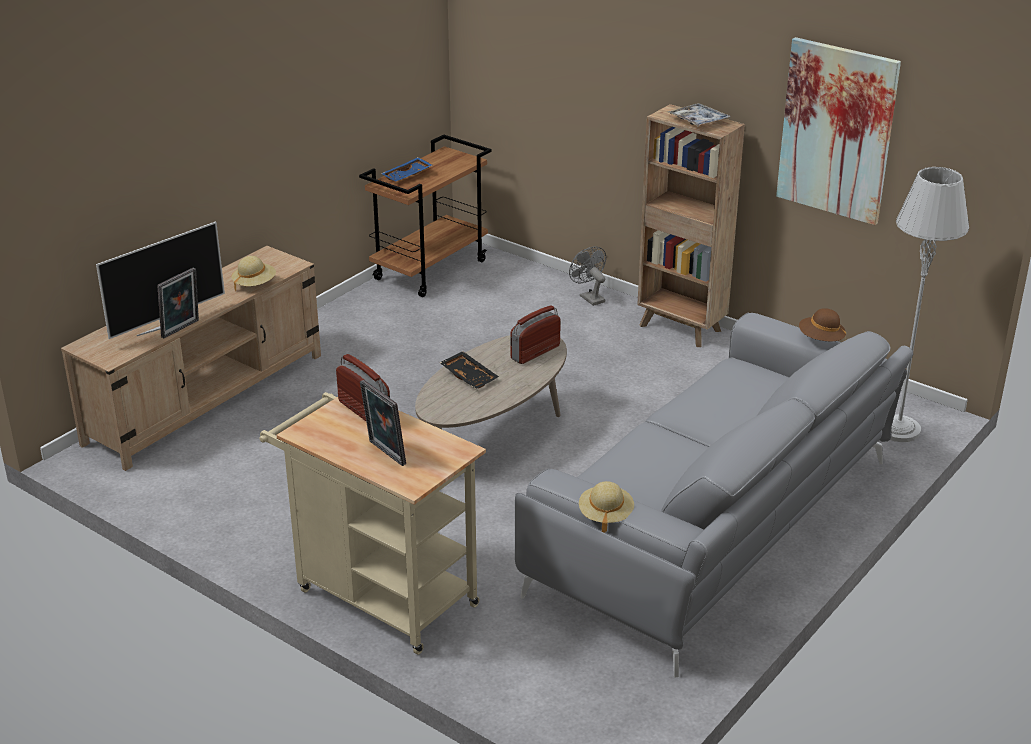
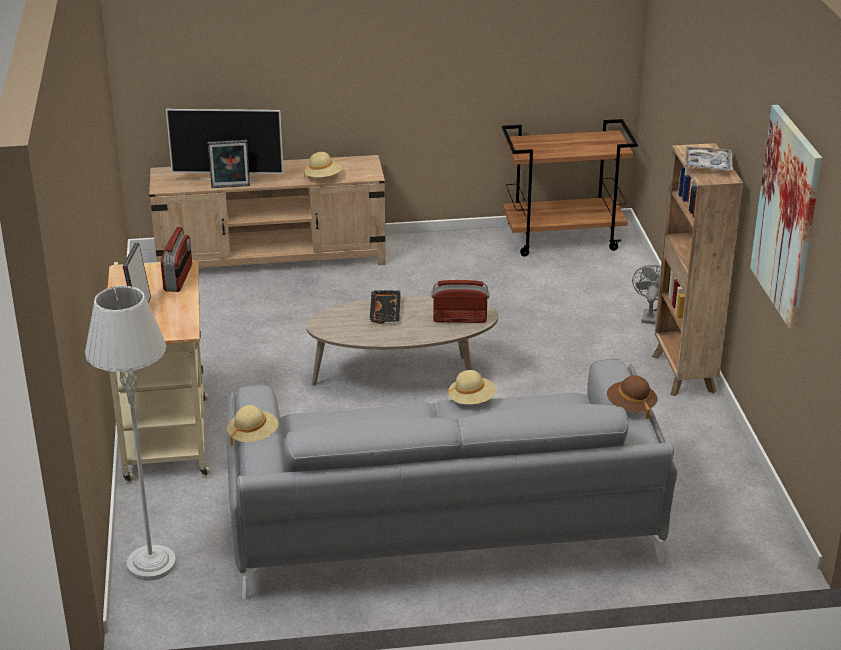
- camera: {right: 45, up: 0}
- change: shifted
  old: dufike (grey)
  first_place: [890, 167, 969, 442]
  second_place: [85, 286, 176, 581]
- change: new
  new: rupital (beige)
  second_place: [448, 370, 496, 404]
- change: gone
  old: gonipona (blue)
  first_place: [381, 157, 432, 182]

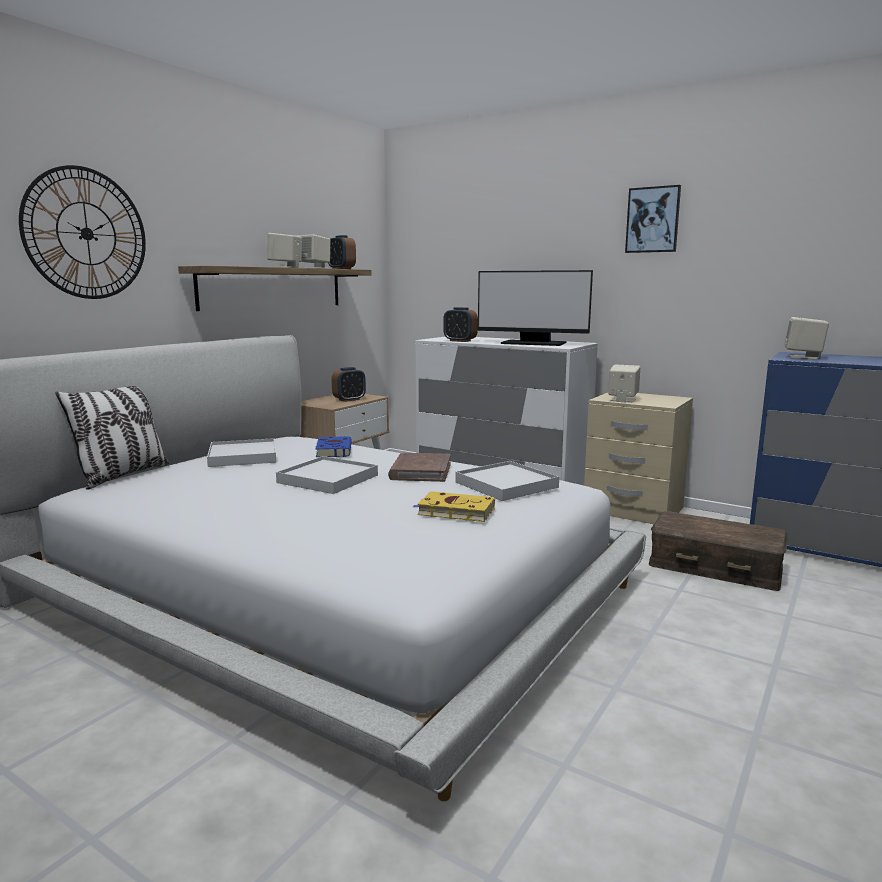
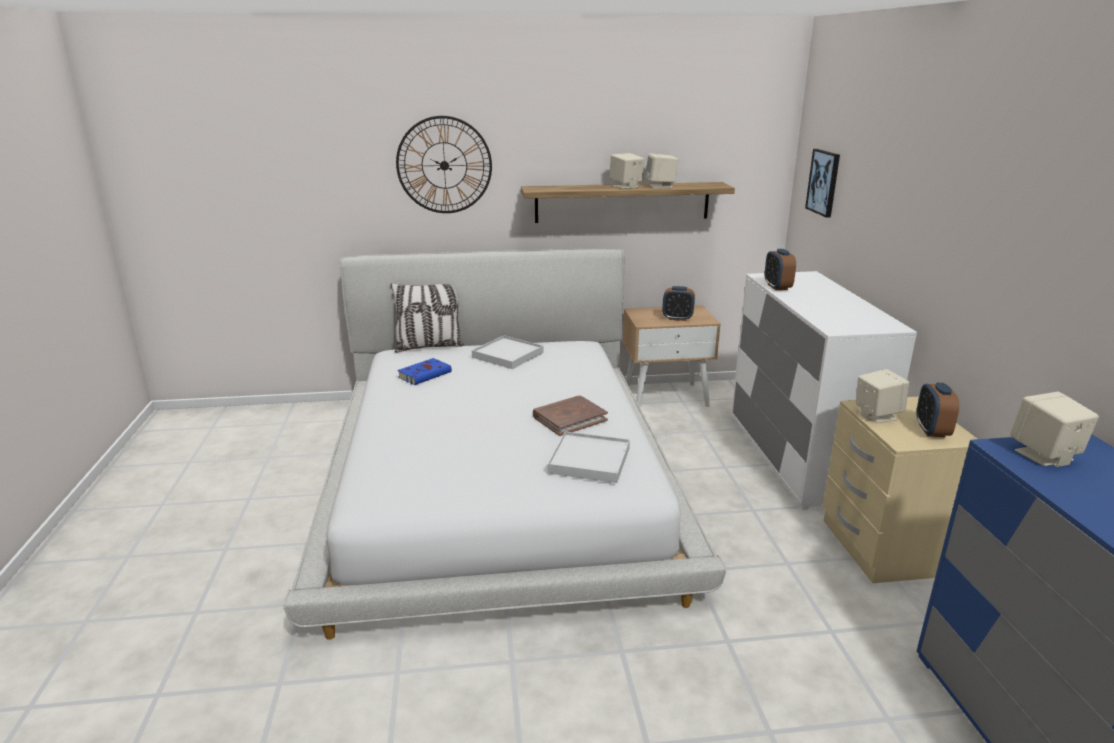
- camera: {right: 50, up: 10}
- change: shifted
  old: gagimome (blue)
  first_place: [315, 436, 352, 457]
  second_place: [397, 358, 452, 385]
- change: shifted
  old: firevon
  first_place: [625, 185, 681, 253]
  second_place: [805, 149, 840, 218]
- change: shifted
  old: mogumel
  first_place: [328, 235, 356, 269]
  second_place: [916, 382, 960, 437]
- change: gone
  old: gonipona (white)
  first_place: [276, 456, 378, 494]
- change: gone
  old: gagimome (yellow)
  first_place: [413, 491, 495, 522]
- change: gone
  old: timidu
  first_place: [478, 270, 593, 346]
- change: gone
  old: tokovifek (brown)
  first_place: [649, 511, 788, 591]

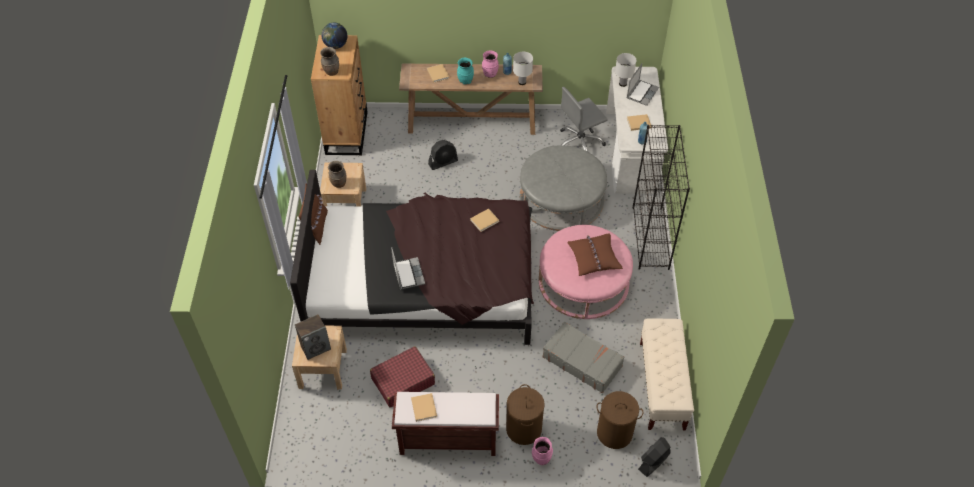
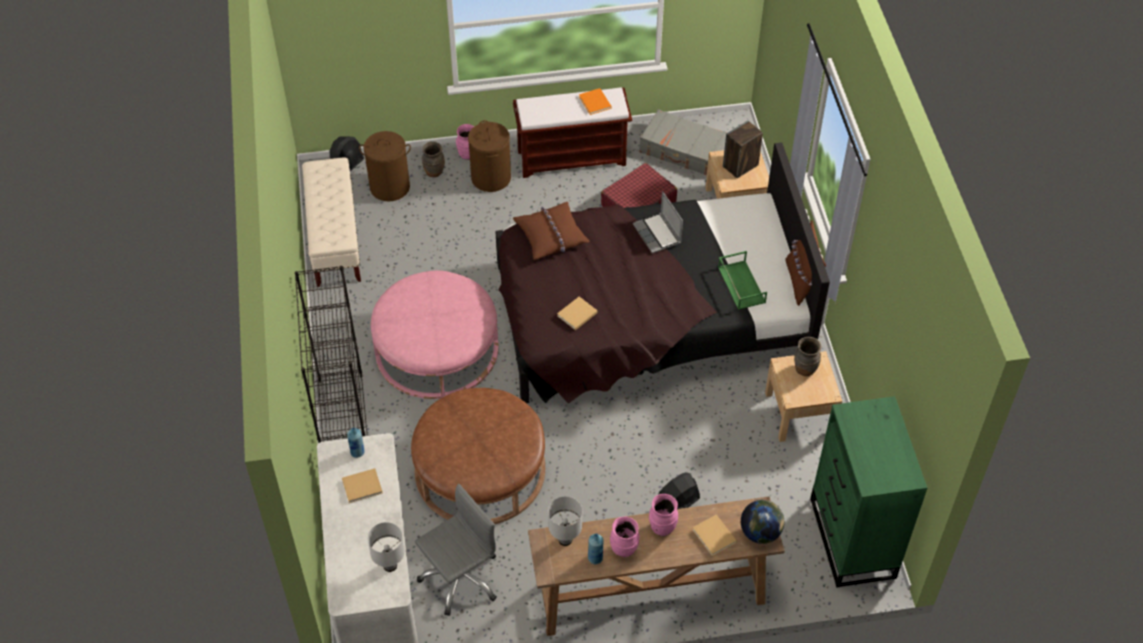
- camera: {right: 170, up: 0}
- change: repainted
  old: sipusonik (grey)
  new: sipusonik (brown)
  first_place: [520, 146, 607, 231]
  second_place: [411, 388, 545, 524]
- change: shifted
  old: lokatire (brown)
  first_place: [320, 47, 339, 76]
  second_place: [422, 141, 445, 177]
- change: shifted
  old: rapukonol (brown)
  first_place: [567, 234, 623, 276]
  second_place: [513, 202, 590, 260]
- change: repainted
  old: gagimome (beige)
  new: gagimome (orange)
  first_place: [411, 393, 437, 422]
  second_place: [579, 88, 611, 115]
- change: shifted
  old: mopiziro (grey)
  first_place: [543, 322, 624, 394]
  second_place: [639, 109, 727, 175]
- change: repainted
  old: lokatire (turquoise)
  new: lokatire (pink)
  first_place: [457, 58, 474, 85]
  second_place: [649, 494, 678, 536]
- change: new
  new: gonipona (green)
  second_place: [718, 251, 767, 310]
- change: shifted
  old: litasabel
  first_place: [321, 23, 347, 49]
  second_place: [741, 500, 784, 544]
- change: repainted
  old: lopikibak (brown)
  new: lopikibak (green)
  first_place: [311, 35, 368, 155]
  second_place: [810, 396, 927, 588]
- change: gone
  old: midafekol
  first_place: [627, 64, 659, 106]

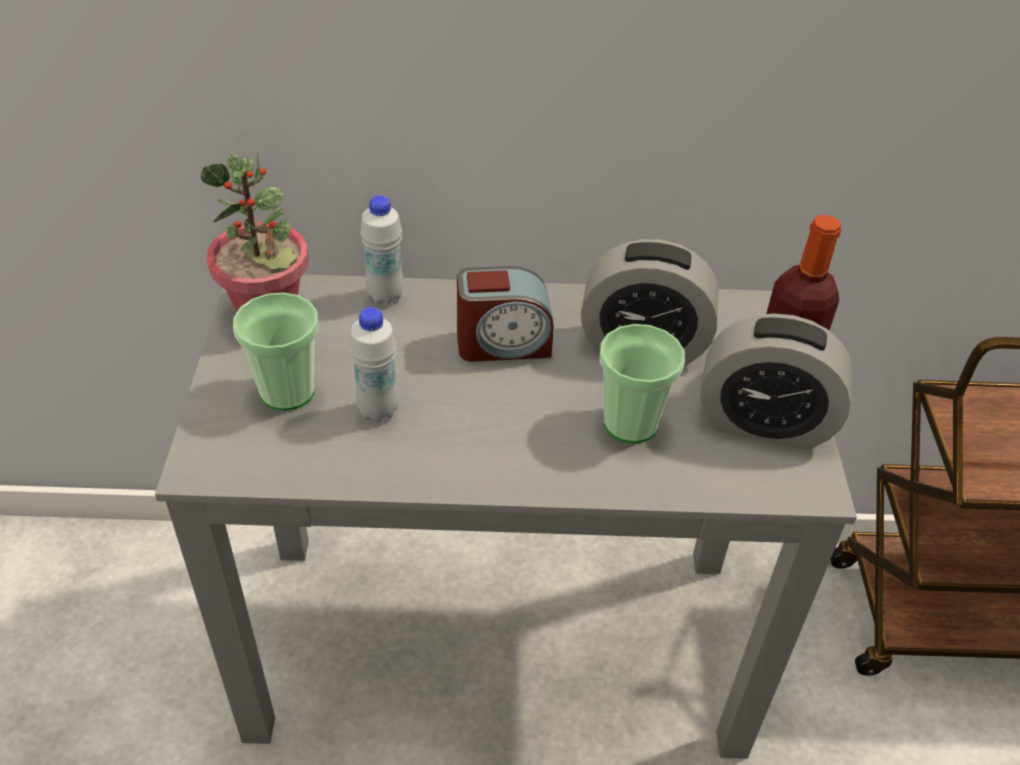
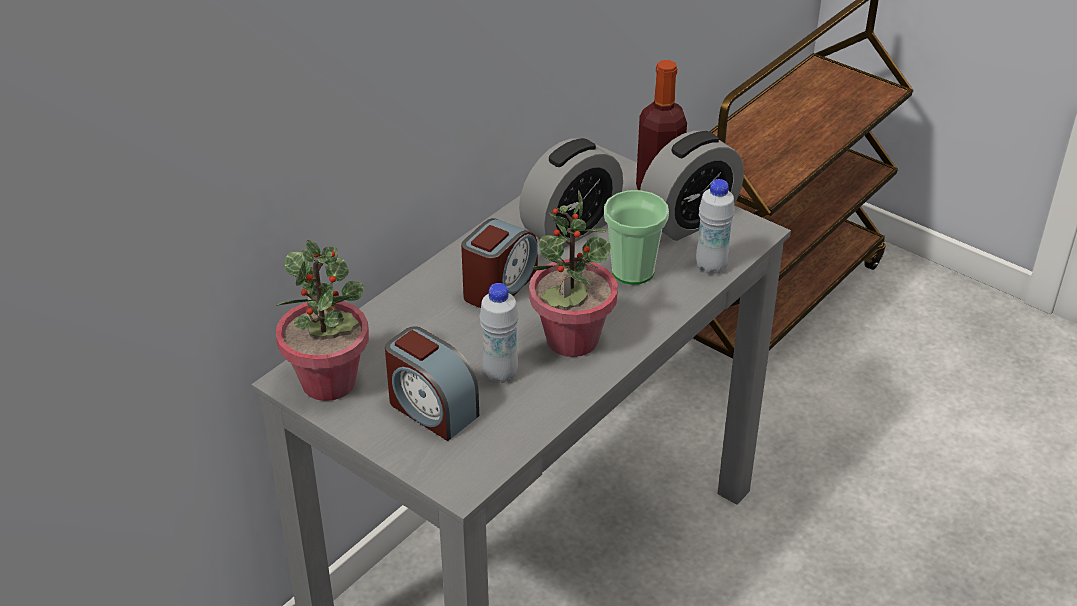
- camera: {right: -50, up: -5}
- change: swapped
  old: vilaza
  new: mogumel
  first_place: [233, 292, 318, 411]
  second_place: [385, 326, 479, 441]
- change: new
  new: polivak
  second_place: [529, 190, 618, 357]
- change: shifted
  old: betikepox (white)
  first_place: [360, 195, 403, 304]
  second_place: [696, 179, 735, 274]

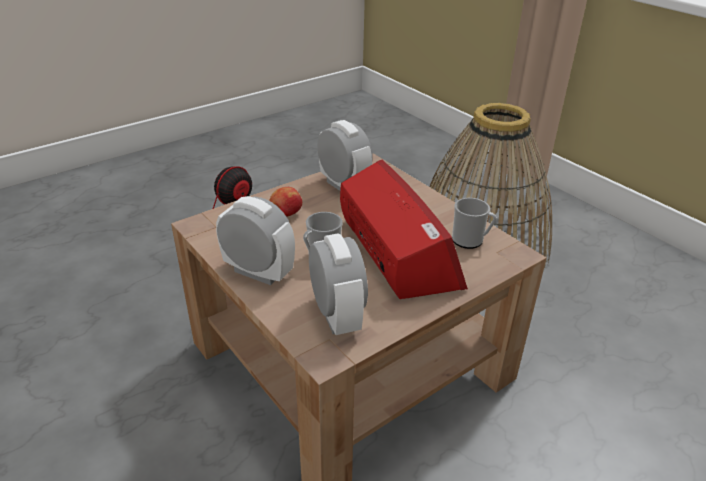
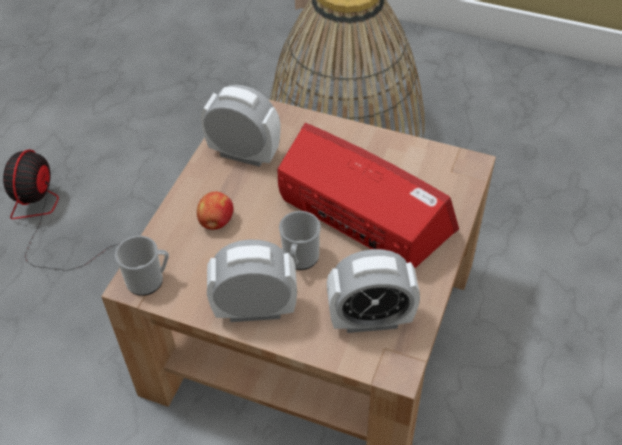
- camera: {right: -30, up: 15}
- change: shifted
  old: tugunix
  first_place: [452, 198, 497, 249]
  second_place: [115, 236, 169, 296]
- change: rotated
  old: mogumel
  first_place: [309, 233, 368, 335]
  second_place: [327, 249, 420, 333]
  degrees: 135

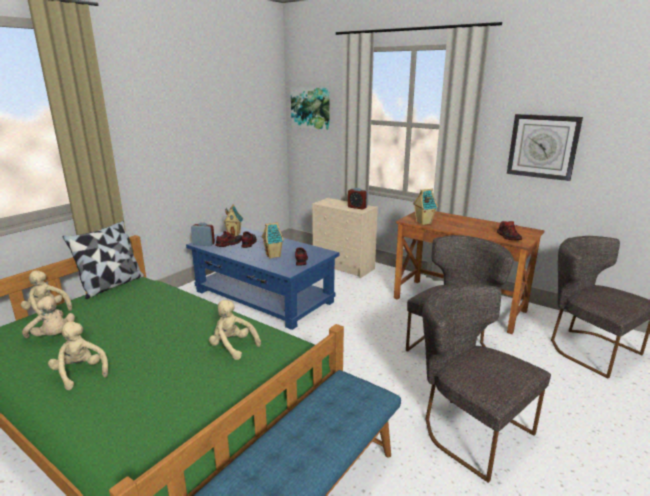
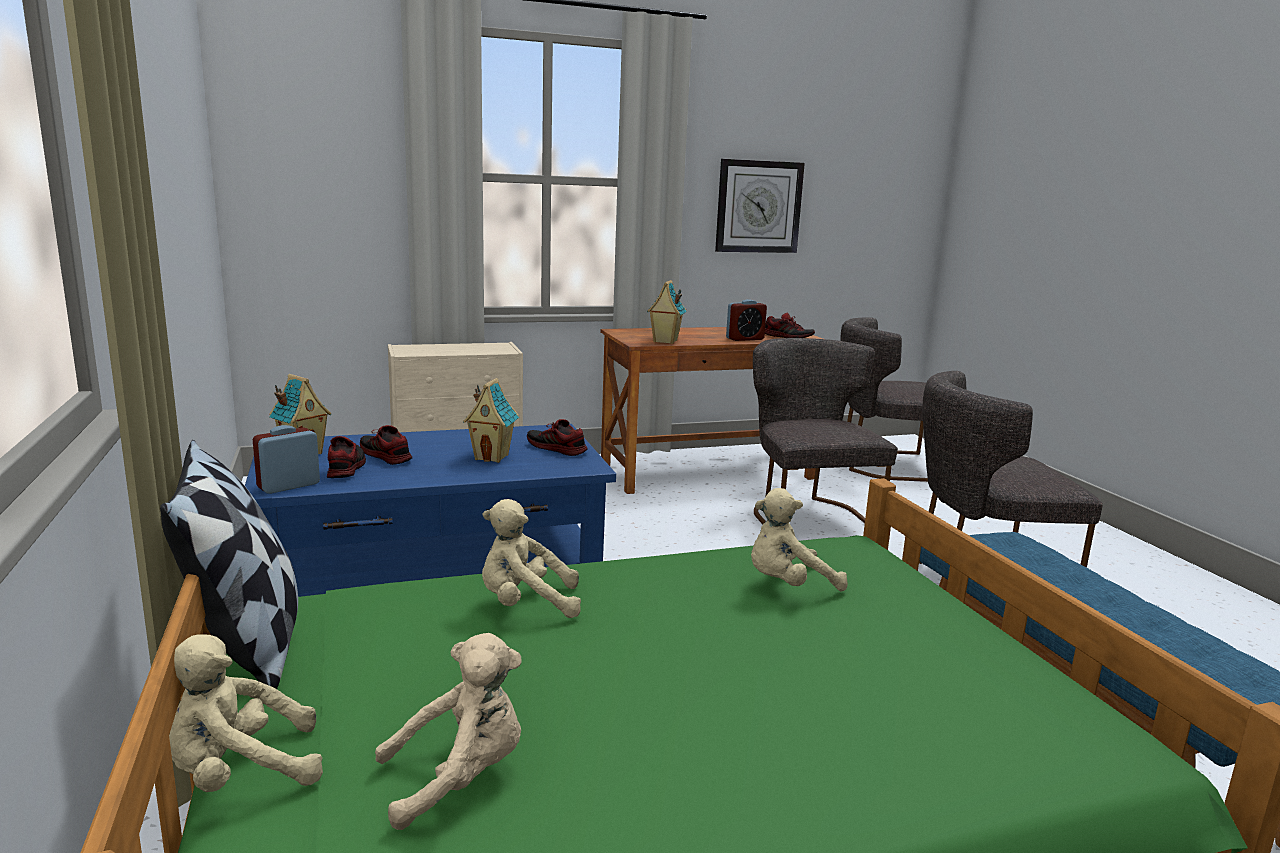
- camera: {right: -55, up: -5}
- change: shifted
  old: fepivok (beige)
  first_place: [48, 321, 108, 390]
  second_place: [482, 499, 581, 618]
- change: shifted
  old: mogumel
  first_place: [348, 188, 368, 210]
  second_place: [726, 299, 767, 341]
- change: gone
  old: firevon
  first_place: [291, 87, 330, 130]

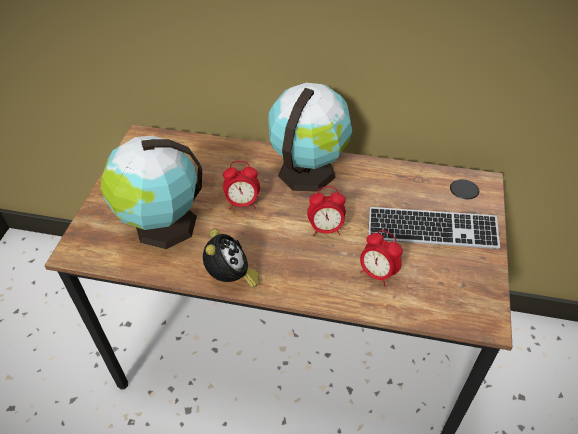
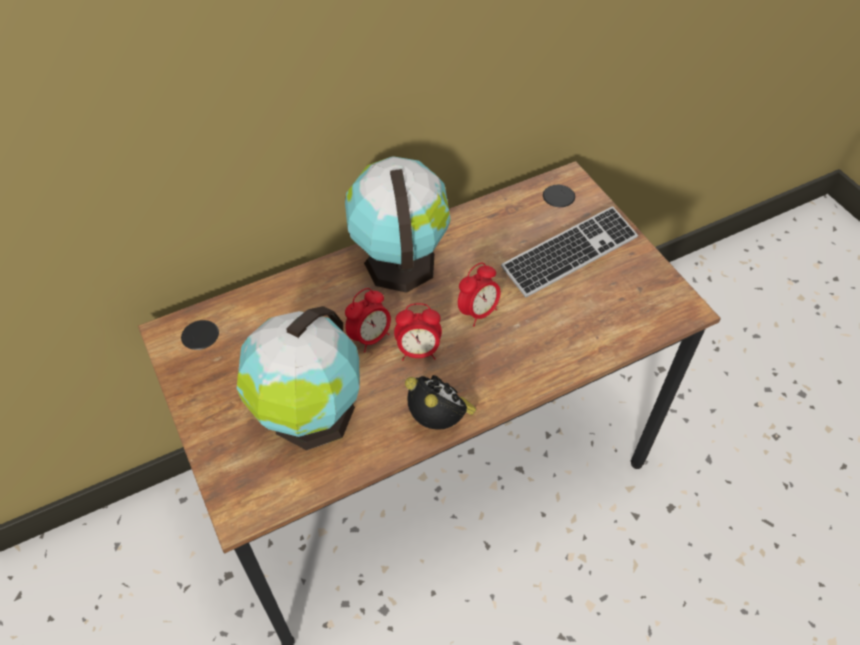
- camera: {right: -40, up: 5}
- change: shifted
  old: mogumel
  first_place: [360, 230, 403, 286]
  second_place: [394, 303, 442, 361]

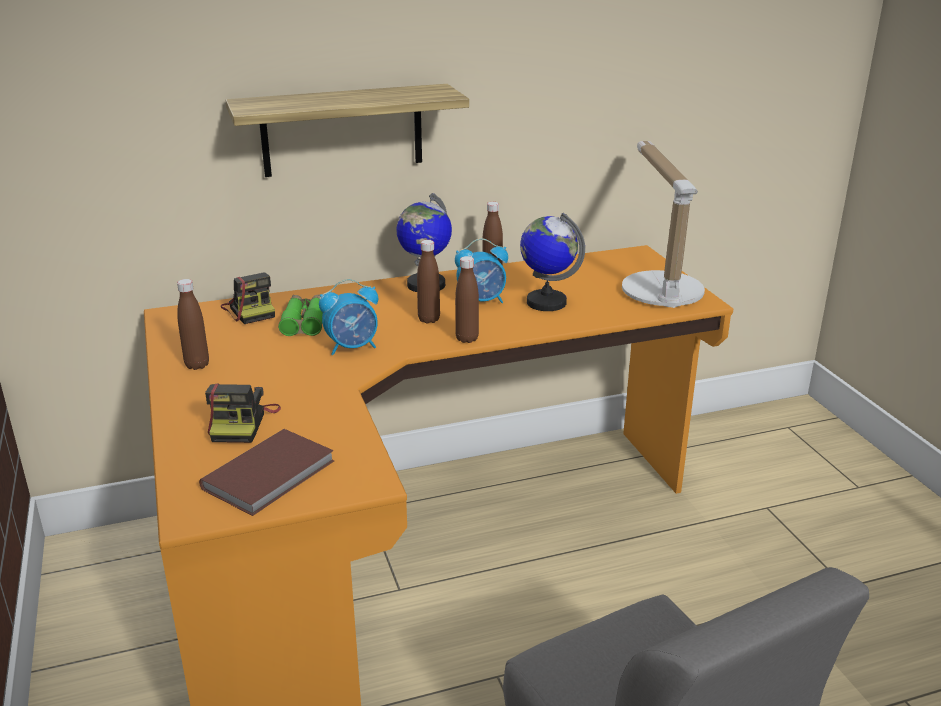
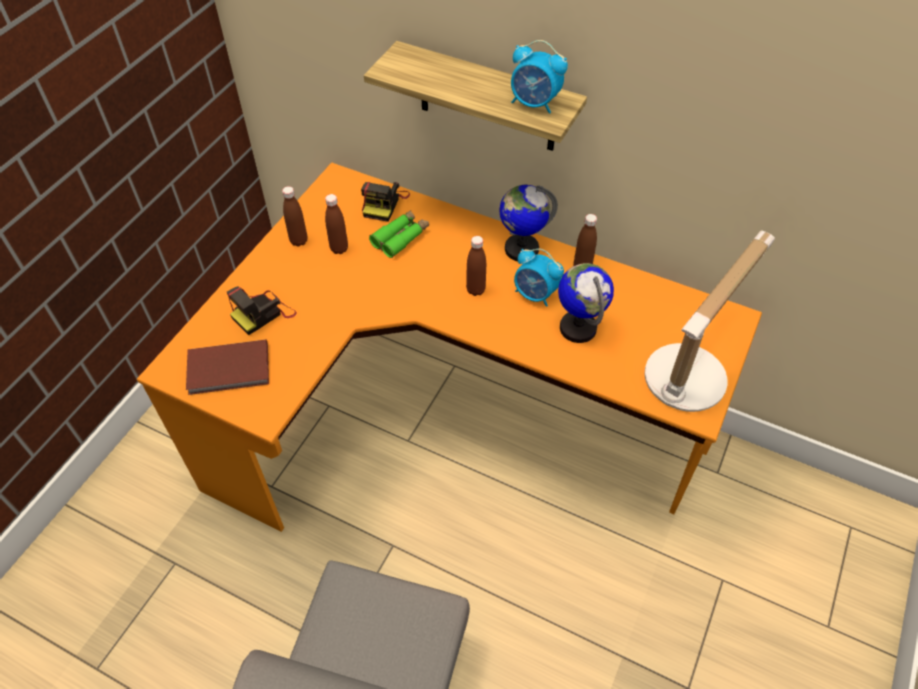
- camera: {right: 45, up: 25}
- change: shifted
  old: betikepox (brown)
  first_place: [455, 256, 479, 343]
  second_place: [325, 194, 348, 254]
- change: shifted
  old: mogumel
  first_place: [319, 279, 378, 355]
  second_place: [511, 40, 568, 114]

